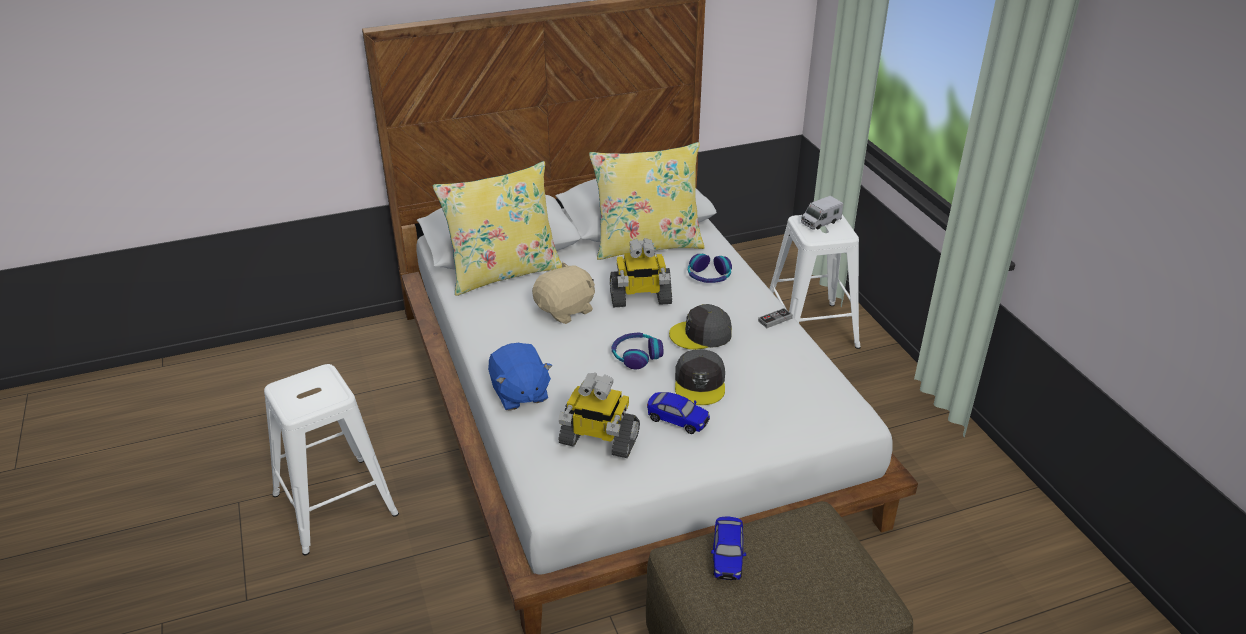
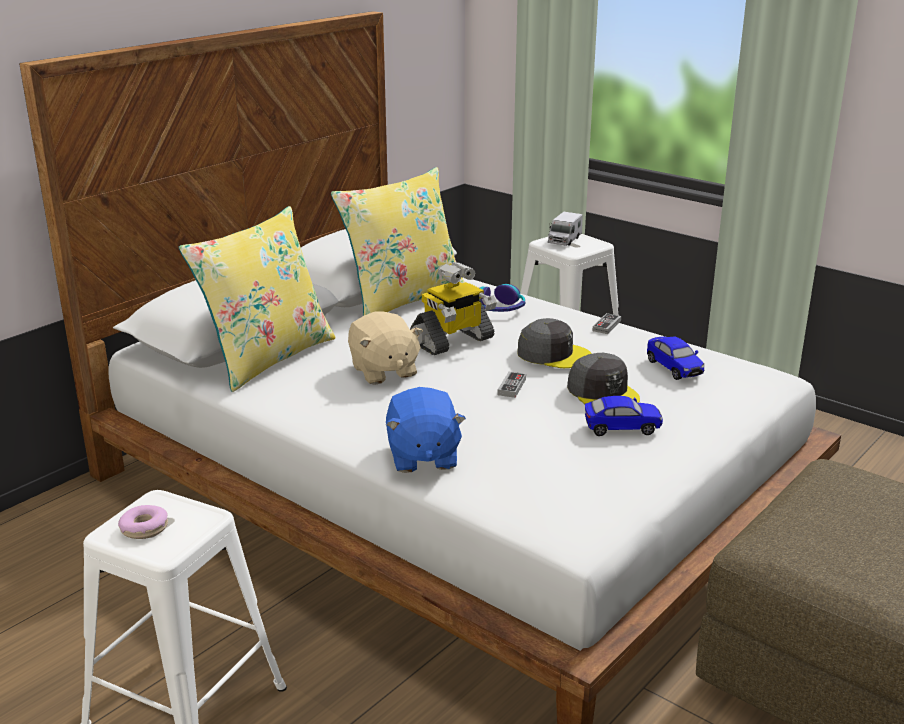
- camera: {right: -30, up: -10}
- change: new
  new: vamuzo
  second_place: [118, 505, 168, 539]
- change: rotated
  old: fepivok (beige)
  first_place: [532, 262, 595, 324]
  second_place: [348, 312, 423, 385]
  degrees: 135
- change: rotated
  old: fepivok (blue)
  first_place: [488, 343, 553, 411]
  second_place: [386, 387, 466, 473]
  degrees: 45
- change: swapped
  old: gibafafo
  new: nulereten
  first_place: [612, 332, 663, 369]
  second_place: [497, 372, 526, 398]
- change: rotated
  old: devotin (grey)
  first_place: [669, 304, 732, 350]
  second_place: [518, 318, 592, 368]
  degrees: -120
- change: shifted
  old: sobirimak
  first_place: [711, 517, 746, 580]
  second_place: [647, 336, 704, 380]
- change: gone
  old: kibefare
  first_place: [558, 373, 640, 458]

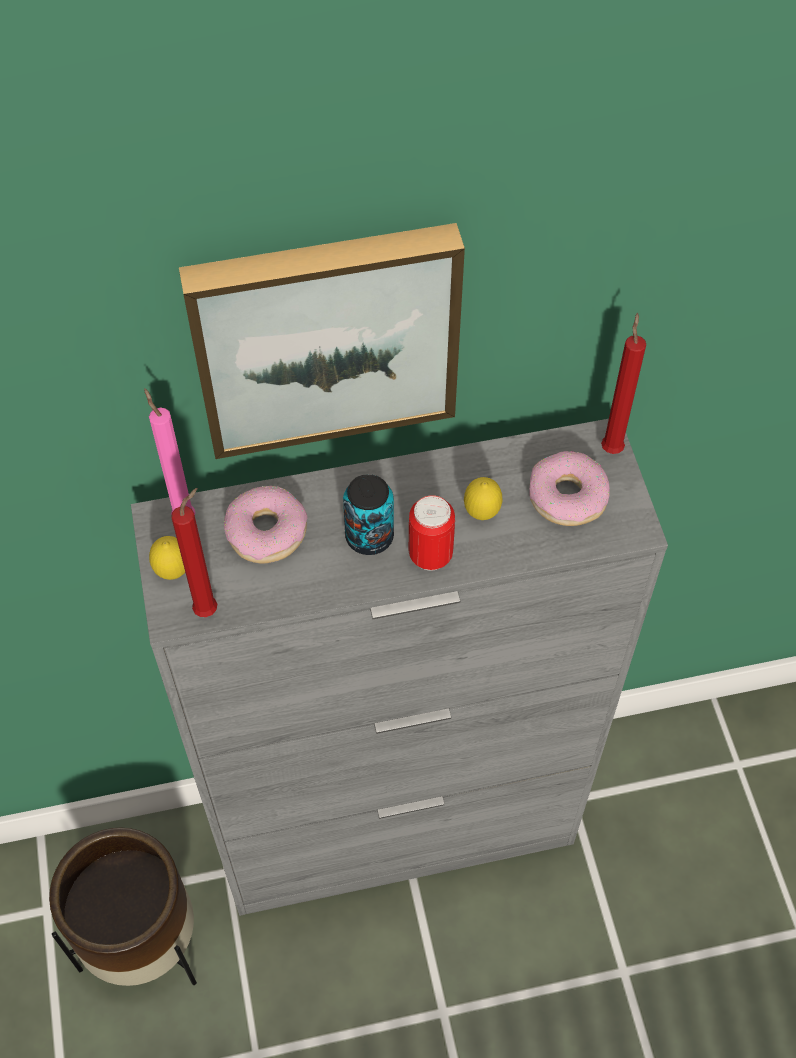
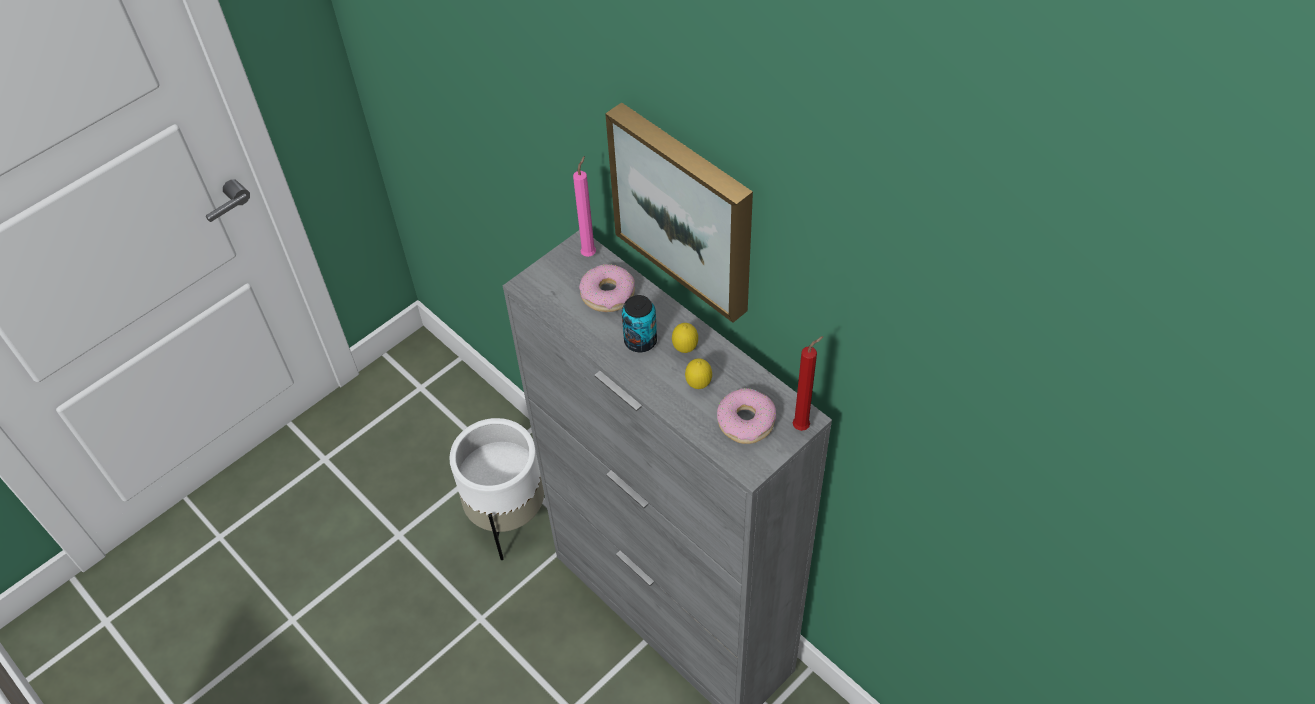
- camera: {right: 60, up: -5}
- change: repainted
  old: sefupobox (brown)
  new: sefupobox (white)
  first_place: [49, 828, 197, 986]
  second_place: [449, 418, 544, 560]
- change: shifted
  old: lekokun
  first_place: [149, 536, 185, 580]
  second_place: [672, 323, 698, 353]
- change: gone
  old: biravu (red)
  first_place: [171, 488, 217, 617]
- change: gone
  old: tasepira
  first_place: [409, 495, 455, 571]

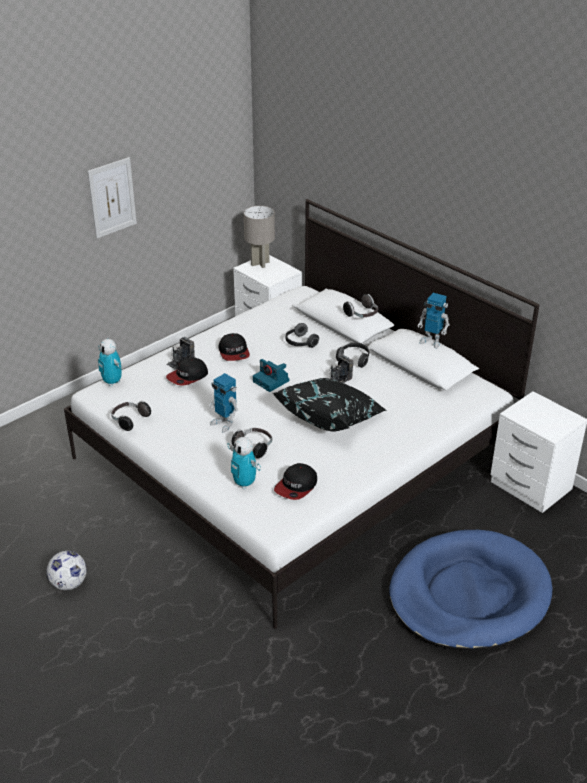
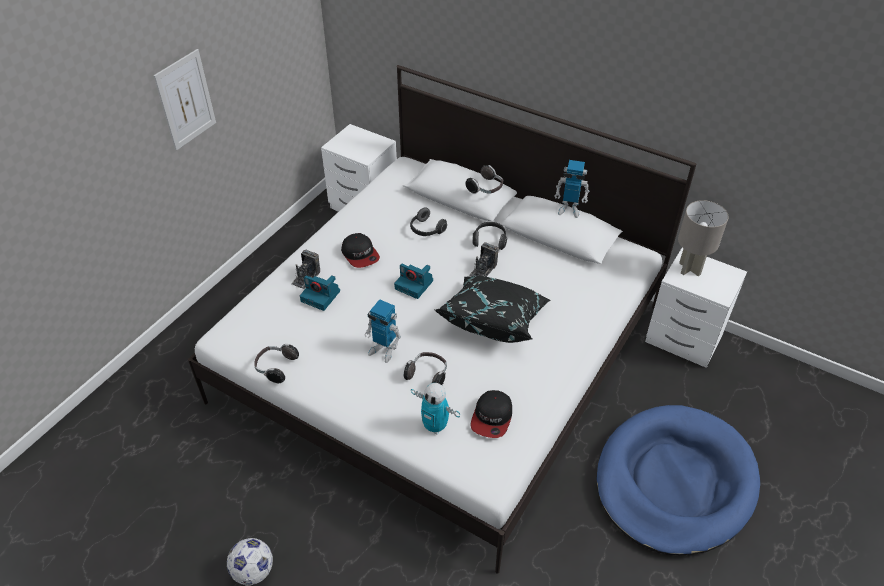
- camera: {right: -15, up: 10}
- change: swapped
  old: devotin
  new: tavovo
  first_place: [166, 357, 208, 386]
  second_place: [300, 275, 340, 311]
- change: shifted
  old: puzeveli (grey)
  first_place: [244, 206, 275, 268]
  second_place: [678, 200, 729, 276]
- change: gone
  old: kibefare
  first_place: [98, 339, 122, 387]

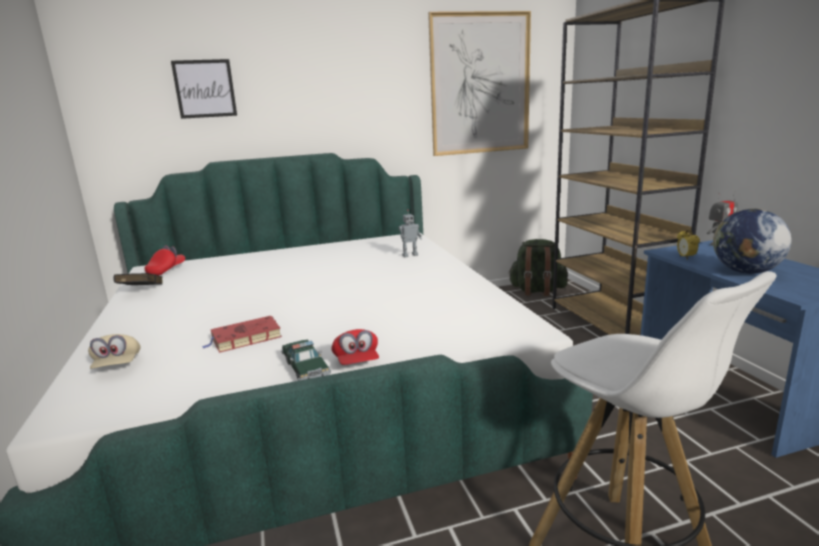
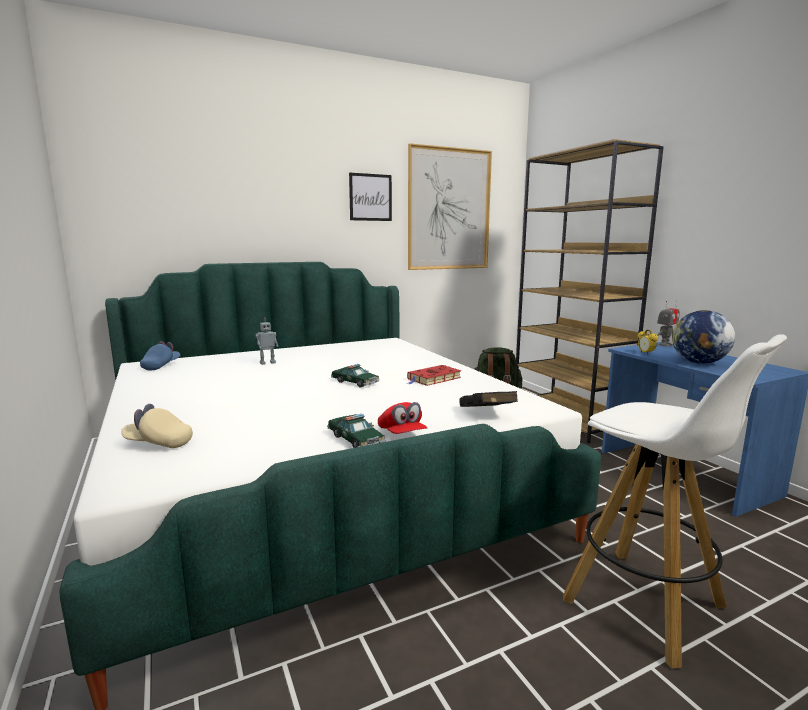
- camera: {right: -10, up: -5}
- change: rotated
  old: devotin (beige)
  first_place: [88, 334, 141, 369]
  second_place: [121, 404, 193, 448]
  degrees: 120
- change: repainted
  old: devotin (red)
  new: devotin (blue)
  first_place: [145, 246, 185, 276]
  second_place: [140, 341, 180, 371]
- change: shifted
  old: kibefare
  first_place: [399, 209, 422, 257]
  second_place: [255, 317, 278, 365]
- change: new
  new: sobirimak
  second_place: [331, 364, 380, 388]
- change: shifted
  old: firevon
  first_place: [171, 59, 237, 119]
  second_place: [349, 173, 392, 221]
- change: shifted
  old: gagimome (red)
  first_place: [201, 316, 282, 353]
  second_place: [407, 365, 461, 386]
- change: shifted
  old: gagimome (black)
  first_place: [113, 273, 162, 285]
  second_place: [459, 391, 518, 407]

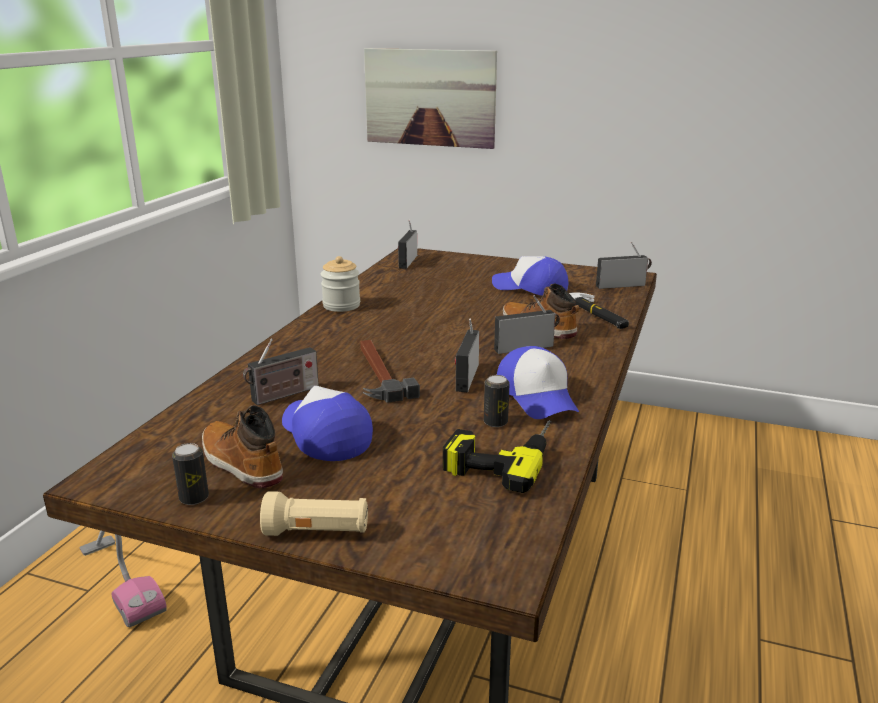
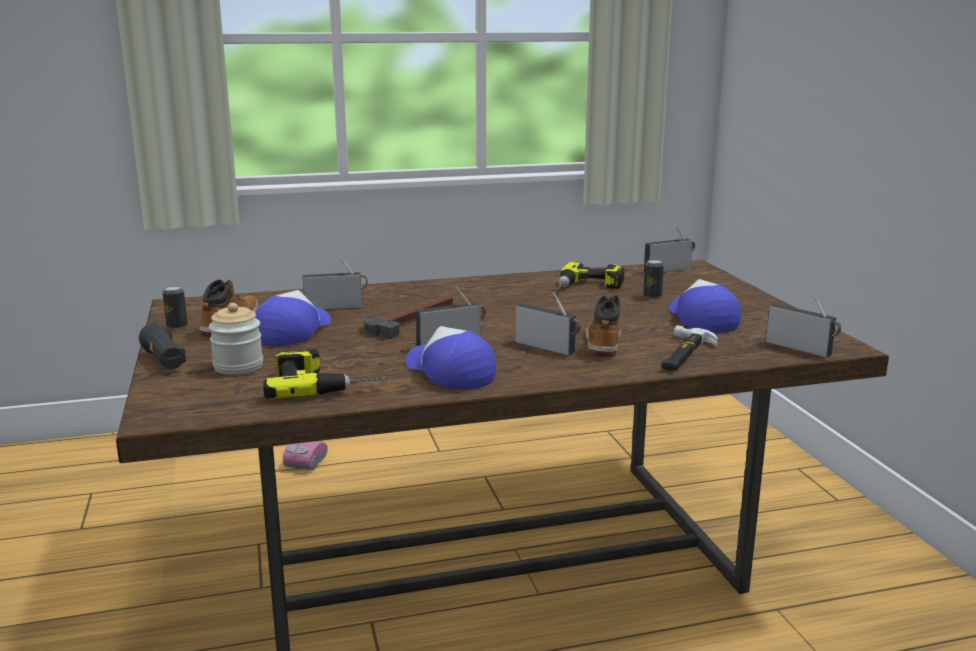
- camera: {right: 55, up: -5}
- change: repainted
  old: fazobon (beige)
  new: fazobon (black)
  first_place: [260, 491, 368, 536]
  second_place: [139, 322, 186, 369]
- change: shifted
  old: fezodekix
  first_place: [321, 256, 360, 312]
  second_place: [209, 303, 263, 375]
- change: rotated
  old: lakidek
  first_place: [243, 339, 319, 405]
  second_place: [303, 256, 368, 310]
  degrees: 150
- change: rotated
  old: devotin
  first_place: [497, 346, 579, 419]
  second_place: [405, 326, 496, 389]
  degrees: 105
- change: new
  new: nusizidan
  second_place: [556, 262, 624, 291]
- change: shifted
  old: tasepira
  first_place: [484, 375, 510, 427]
  second_place: [643, 260, 664, 299]
- change: gone
  old: firevon
  first_place: [364, 48, 497, 149]

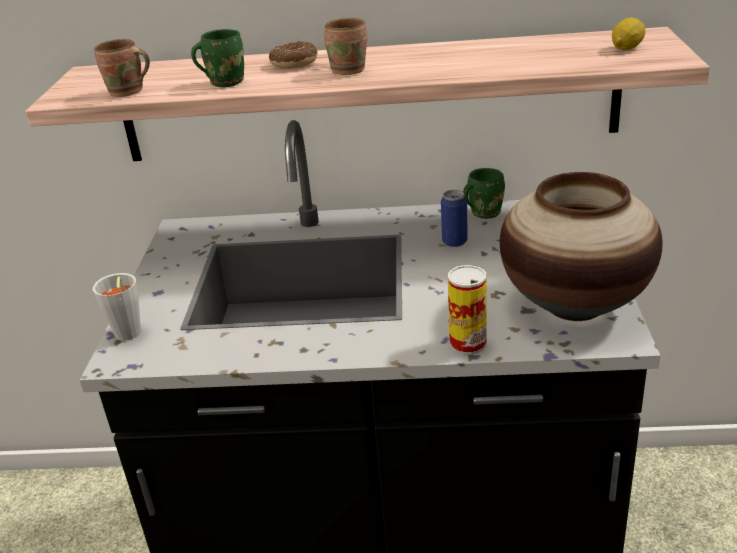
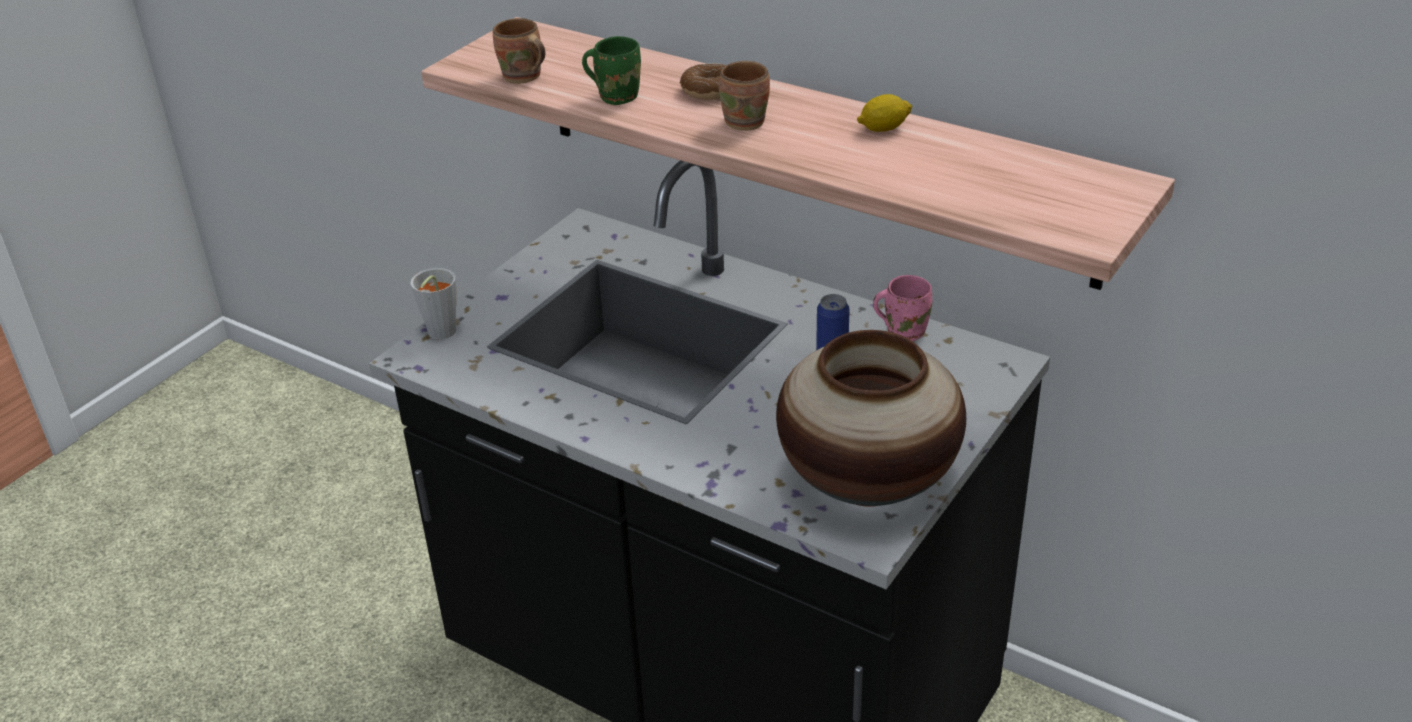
- camera: {right: 30, up: 5}
- change: shifted
  old: lekokun
  first_place: [612, 18, 646, 51]
  second_place: [857, 94, 913, 132]
- change: repainted
  old: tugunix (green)
  new: tugunix (pink)
  first_place: [463, 168, 505, 219]
  second_place: [873, 275, 932, 341]
- change: gone
  old: tasepira
  first_place: [448, 265, 487, 355]

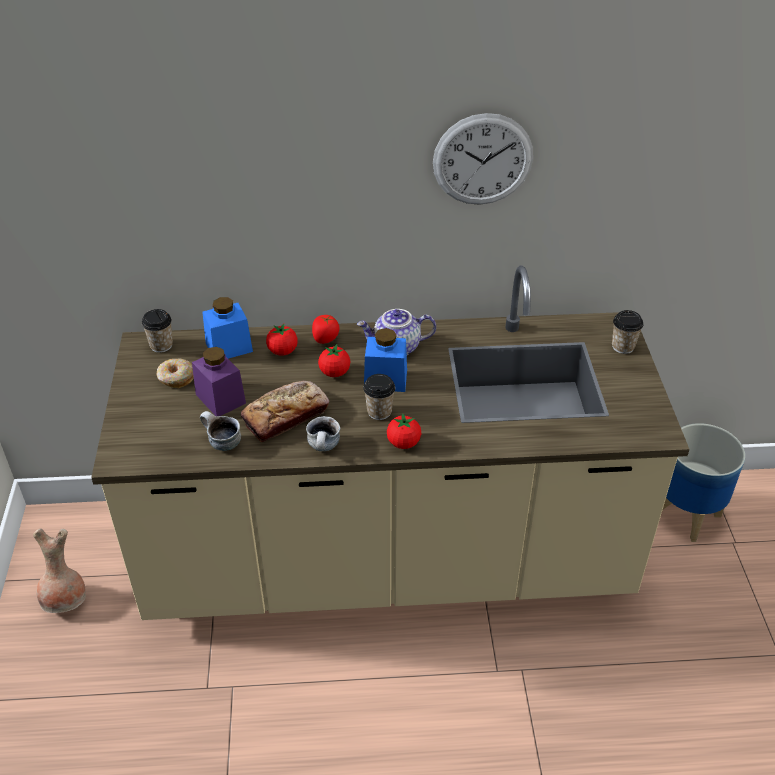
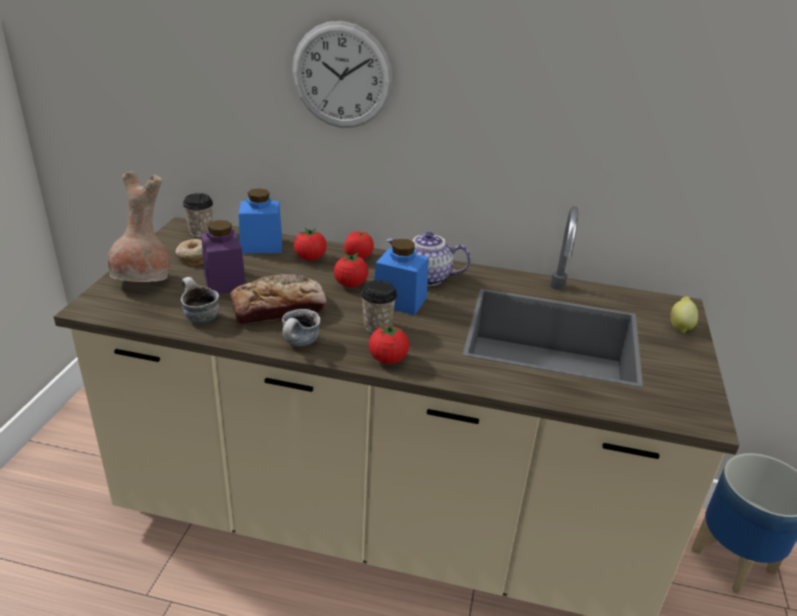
- camera: {right: 15, up: -10}
- change: shifted
  old: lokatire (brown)
  first_place: [33, 528, 86, 613]
  second_place: [108, 171, 170, 282]
- change: shifted
  old: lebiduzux
  first_place: [433, 113, 533, 205]
  second_place: [292, 21, 393, 128]
- change: swapped
  old: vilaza
  new: lekokun
  first_place: [612, 310, 643, 354]
  second_place: [670, 296, 698, 333]

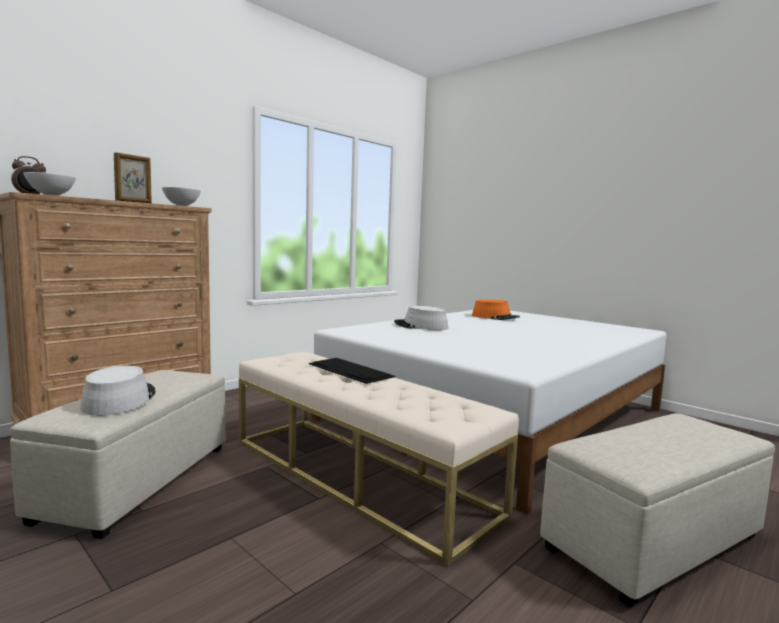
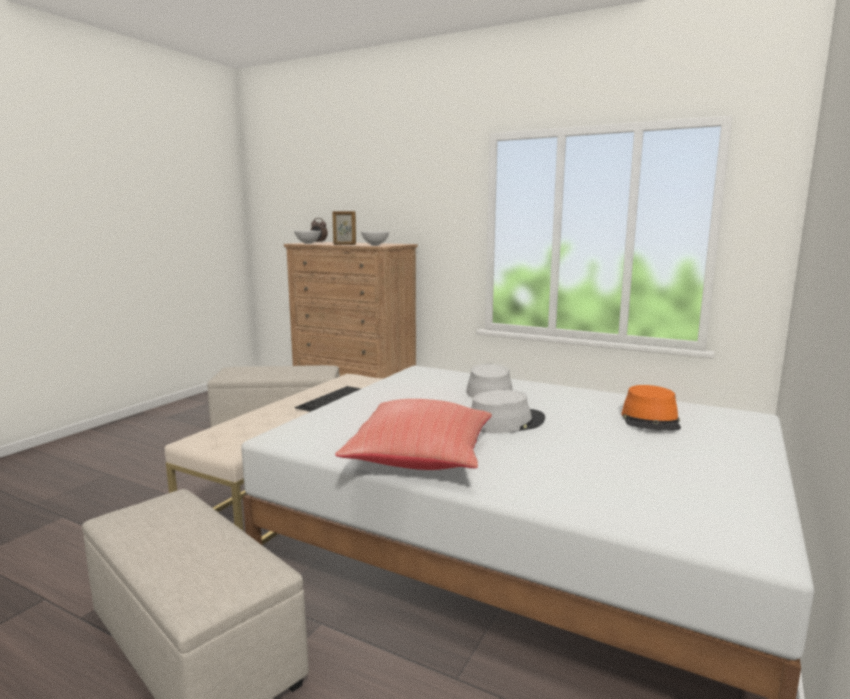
- camera: {right: 75, up: 5}
- change: new
  new: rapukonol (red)
  second_place: [335, 399, 492, 470]
- change: shifted
  old: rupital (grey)
  first_place: [80, 365, 156, 416]
  second_place: [471, 390, 545, 433]

